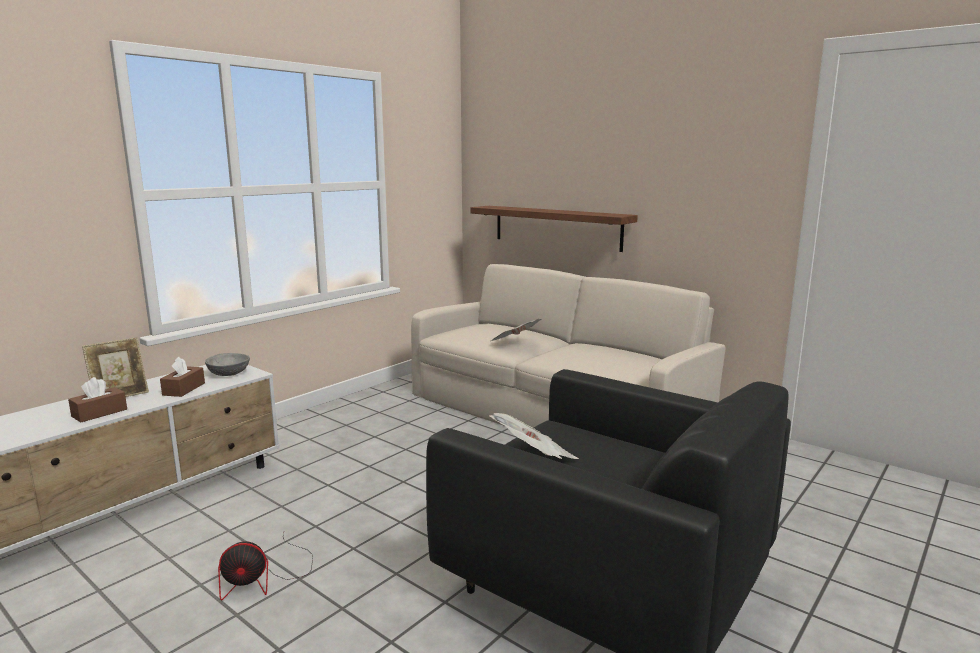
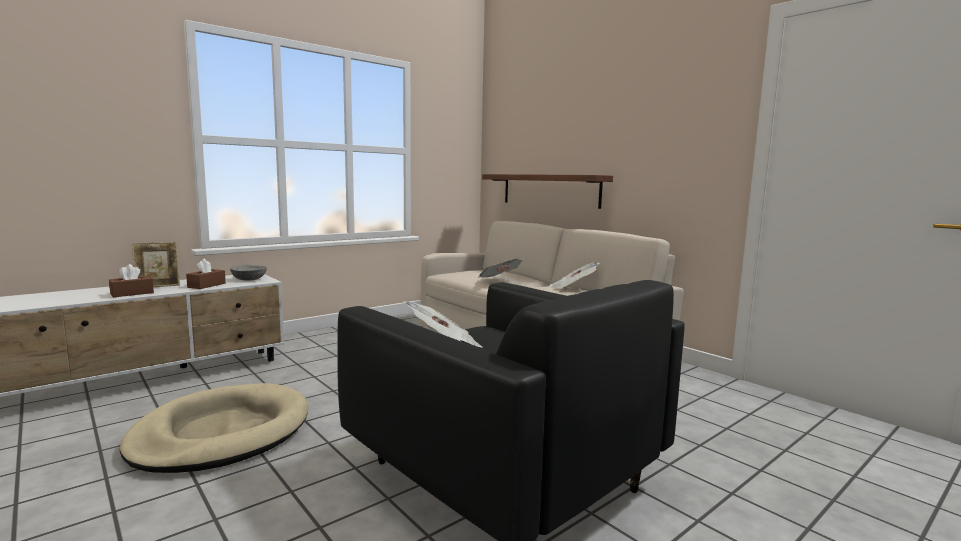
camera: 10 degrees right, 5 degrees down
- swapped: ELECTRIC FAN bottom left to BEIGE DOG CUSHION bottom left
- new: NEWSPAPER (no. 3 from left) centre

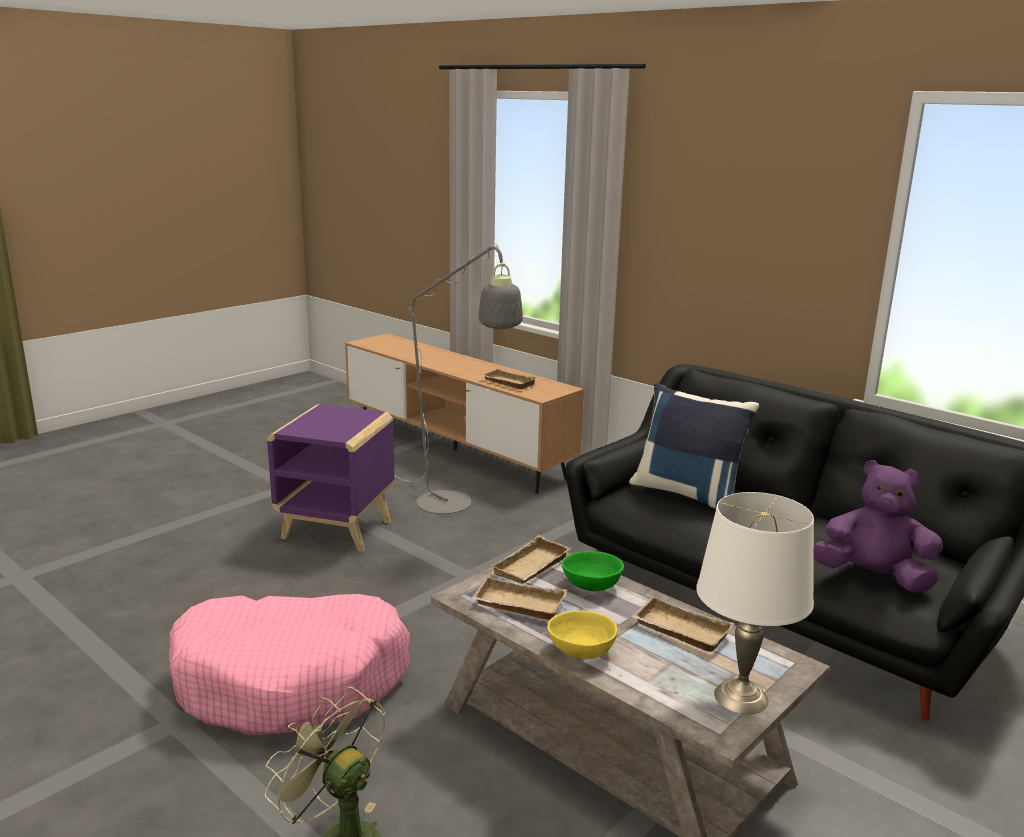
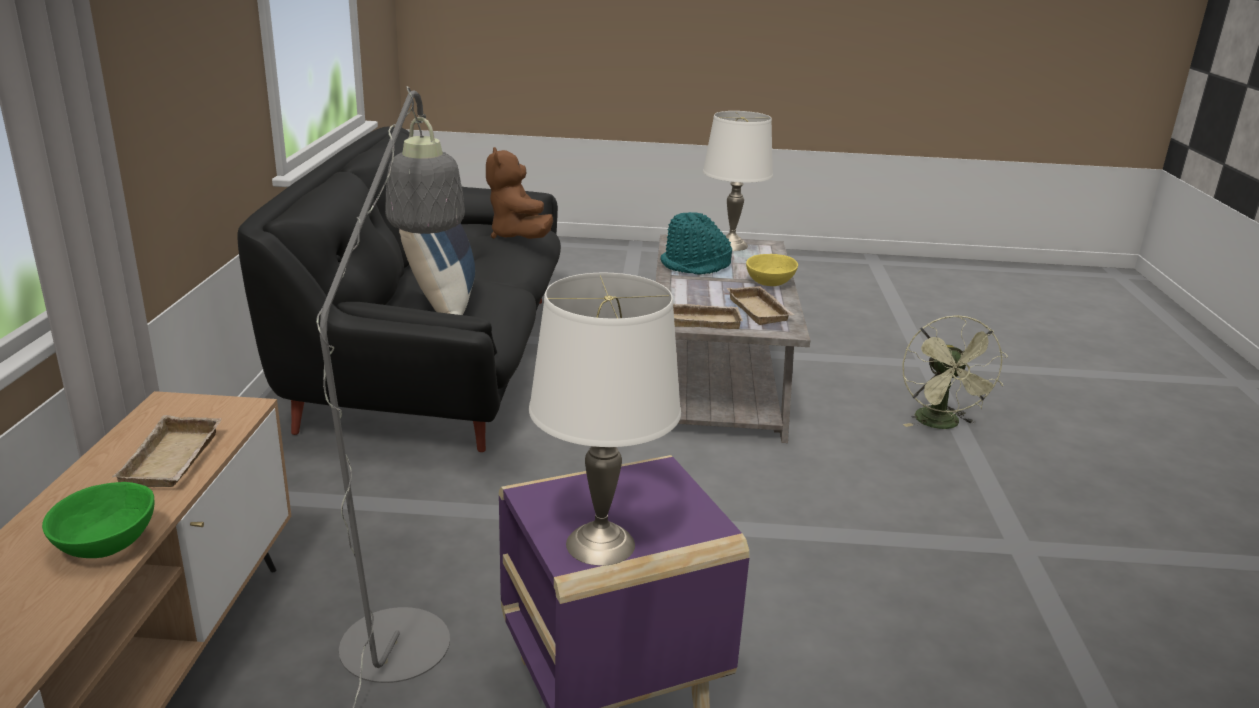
camera: 130 degrees left, 5 degrees up
- gone: PINK-COLOURED DOG CUSHION bottom left
- shifted: GREEN-COLOURED DEEP DISH bottom centre to bottom left
- swapped: BEIGE TRAY (no. 4 from left) bottom centre to TURQUOISE-COLOURED WEARABLE HAT centre
- repainted: PURPLE-COLOURED CUDDLY TOY middle right to BROWN CUDDLY TOY top centre
- new: WHITE-COLOURED TABLE LAMP (no. 1 from left) centre

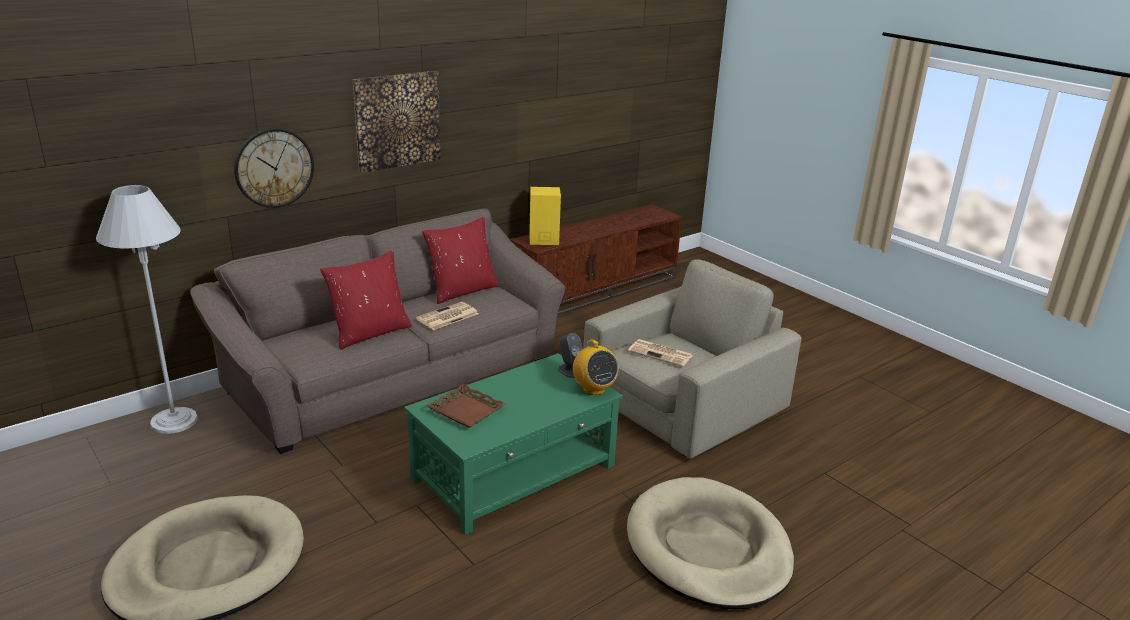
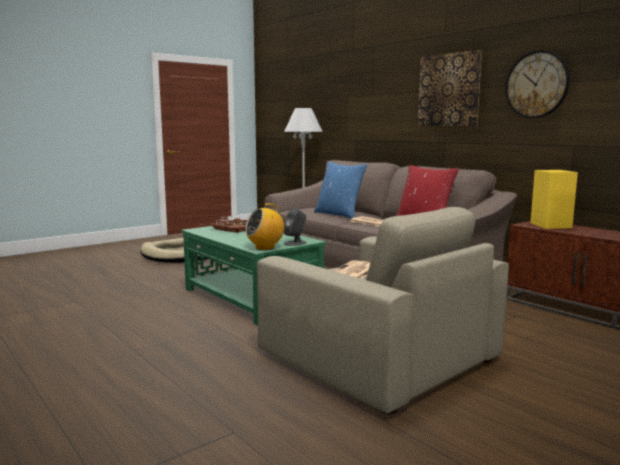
camera: 90 degrees right, 15 degrees down
- shifted: WALL CLOCK top left to top right
- repainted: RED PILLOW (no. 1 from left) middle left to BLUE-COLOURED PILLOW centre
- gone: BEIGE DOG CUSHION (no. 2 from left) bottom centre

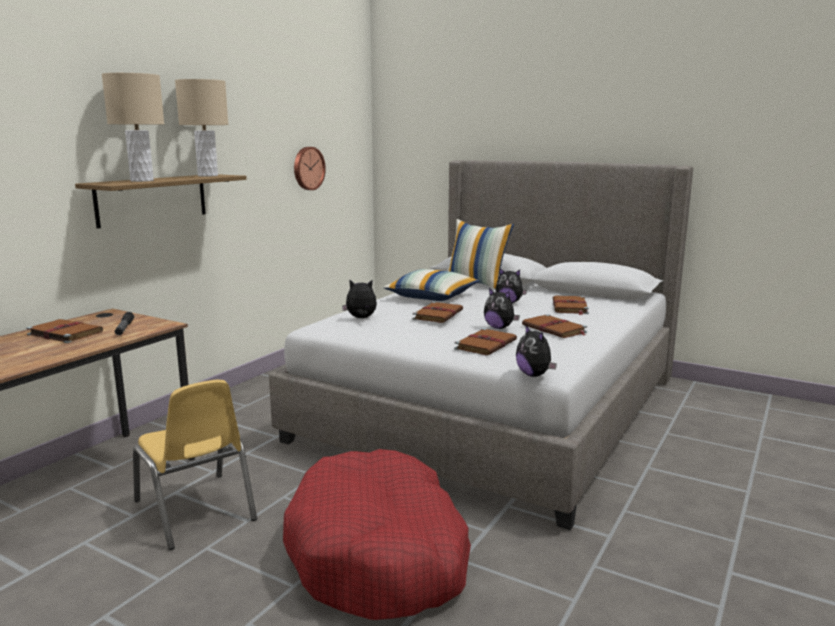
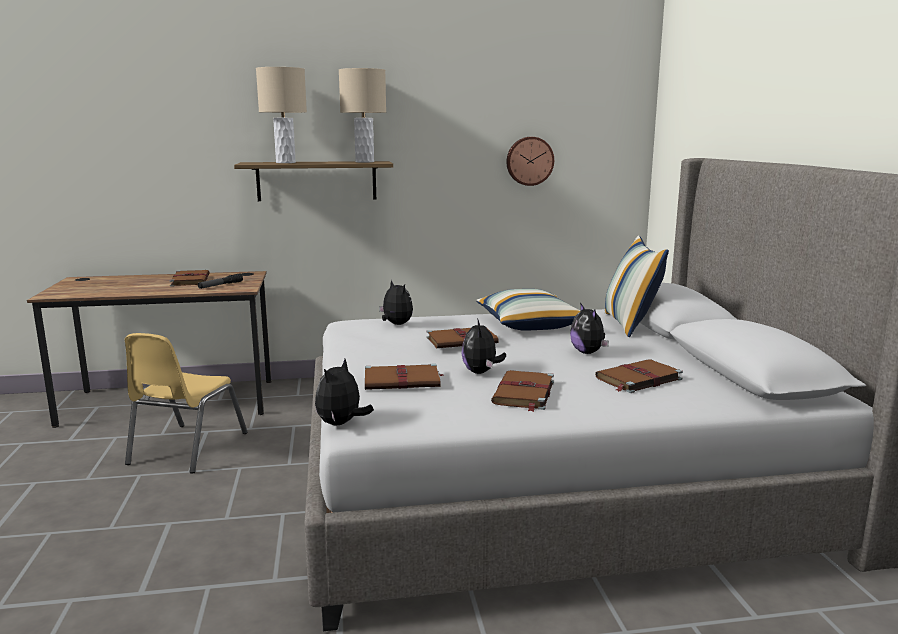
camera: 50 degrees right, 0 degrees up
- gone: RED DOG CUSHION bottom centre

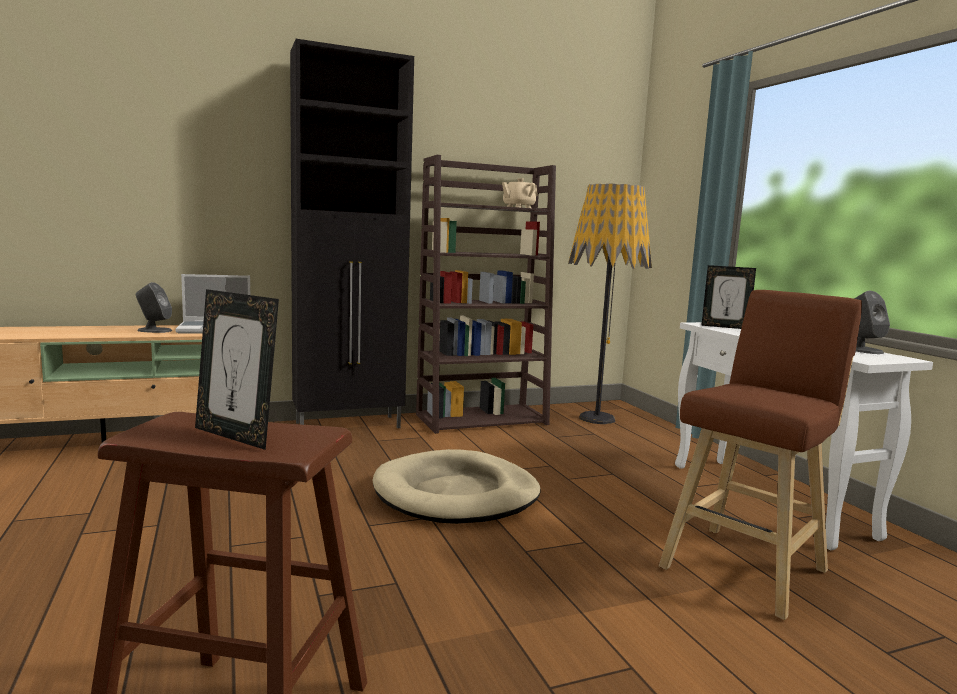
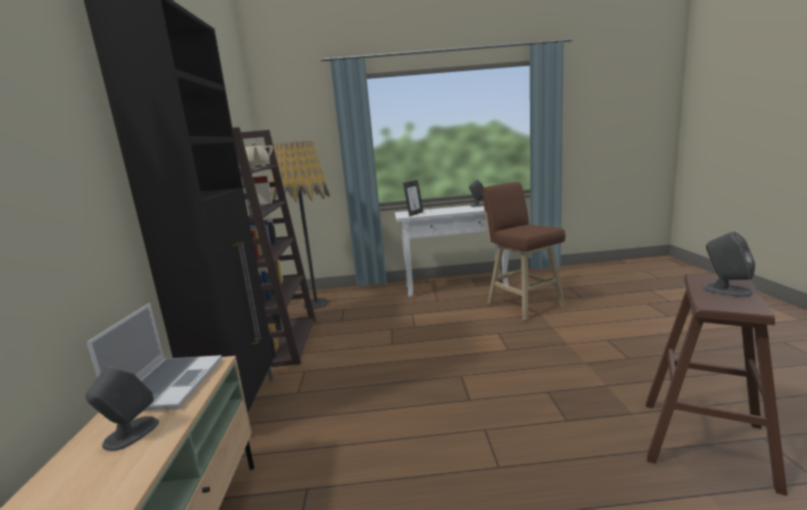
camera: 70 degrees left, 5 degrees up
- swapped: PHOTO FRAME (no. 1 from left) middle left to GREYISH LOUDSPEAKER (no. 3 from left) middle right
- gone: BEIGE DOG CUSHION bottom centre

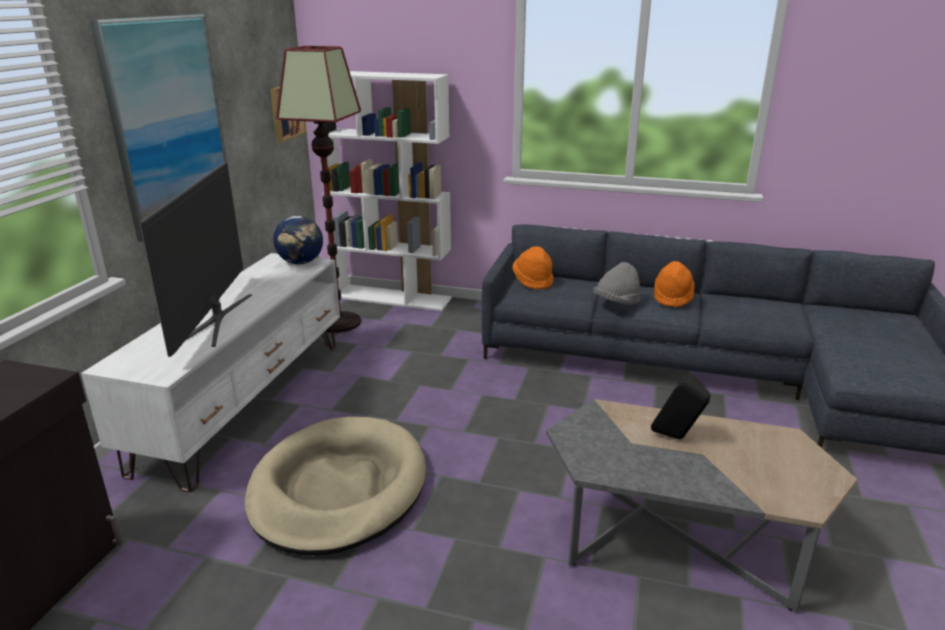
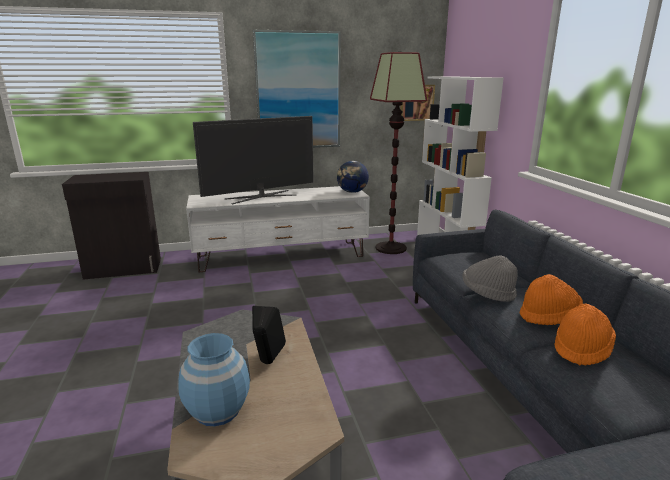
camera: 60 degrees right, 5 degrees down
- gone: BEIGE DOG CUSHION bottom centre
- shifted: ORANGE-COLOURED WEARABLE HAT (no. 1 from left in the first image) centre to ORANGE-COLOURED WEARABLE HAT (no. 2 from left) bottom right
- new: BLUE-COLOURED VASE bottom left

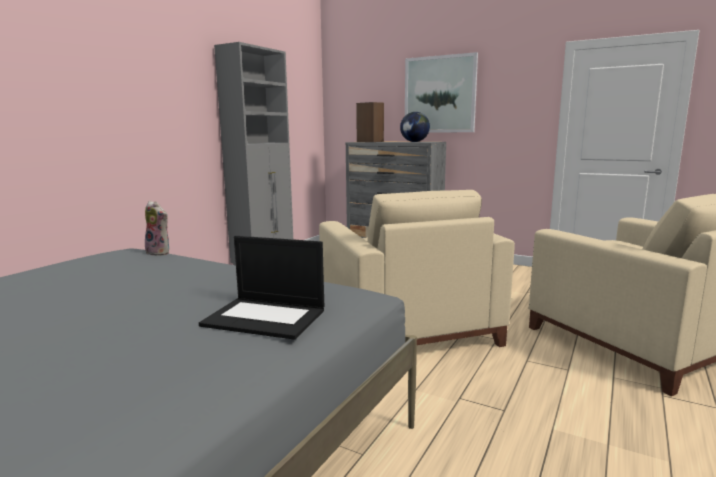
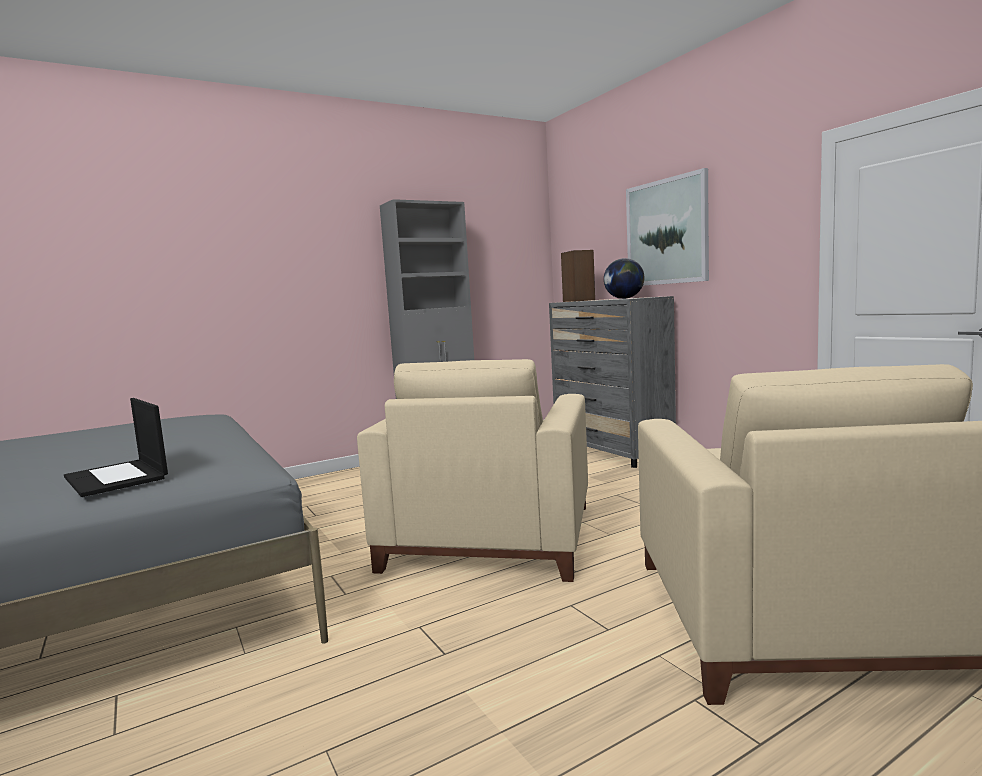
camera: 30 degrees right, 5 degrees down
- gone: CUDDLY TOY middle left

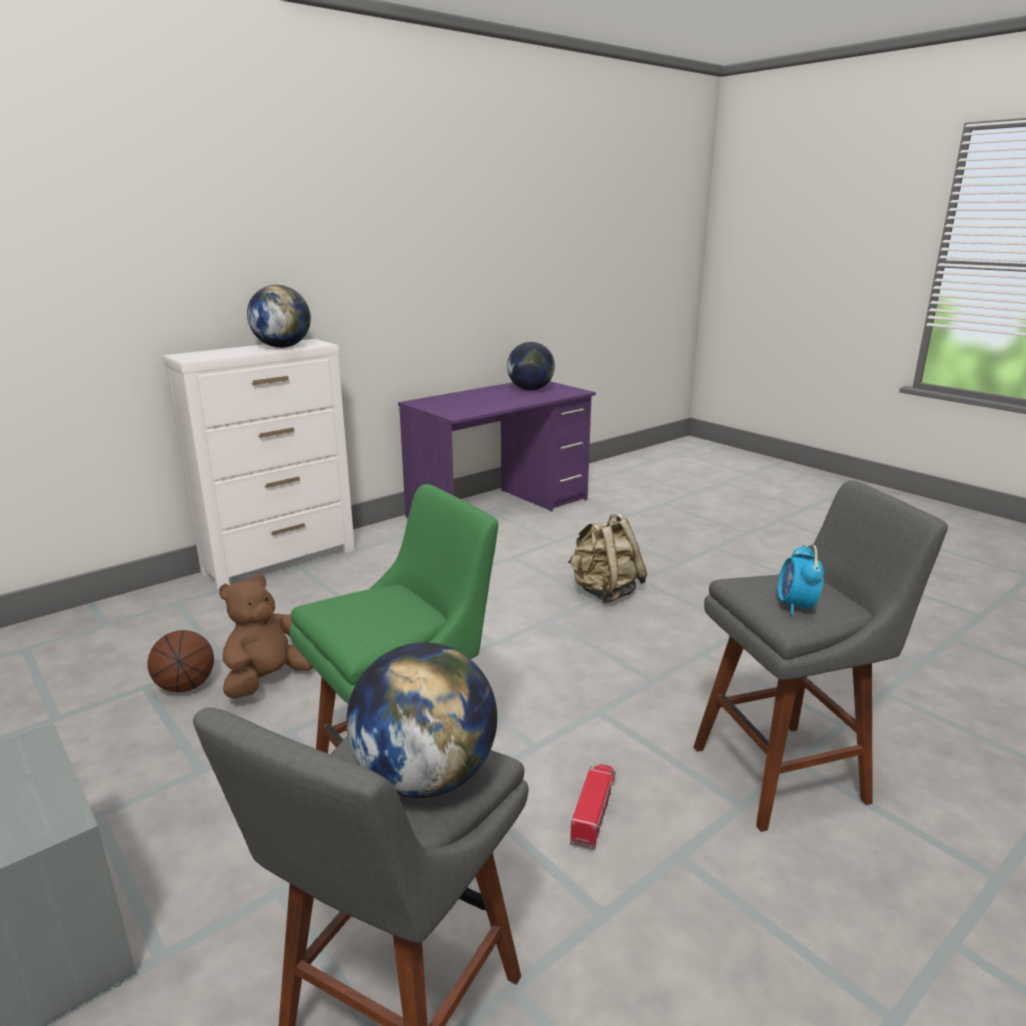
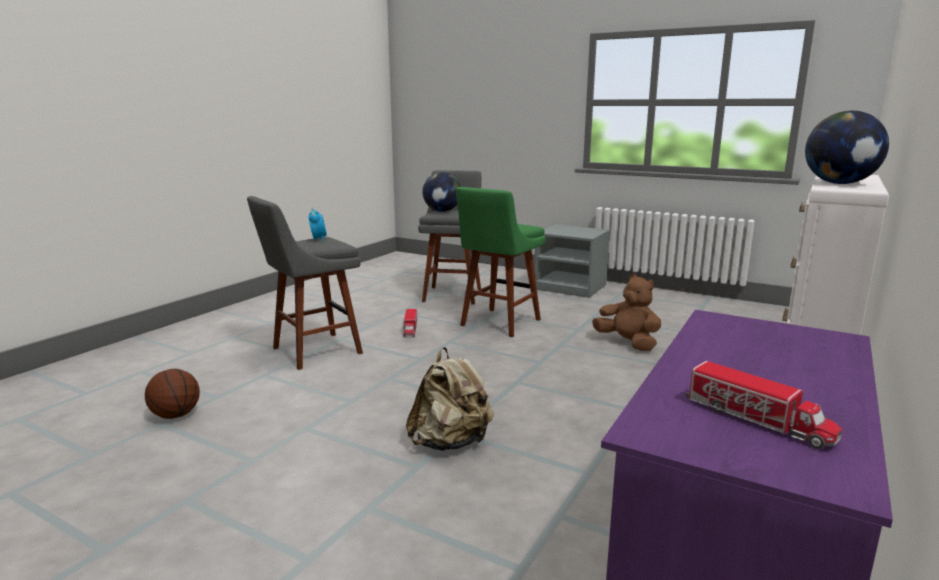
camera: 160 degrees right, 5 degrees down
- shifted: BASKETBALL BALL middle left to bottom left
- rotated: BROWN CUDDLY TOY middle left = middle right 60 degrees counterclockwise
- swapped: WORLD GLOBE (no. 3 from left) centre to TOY LORRY (no. 2 from left) bottom right

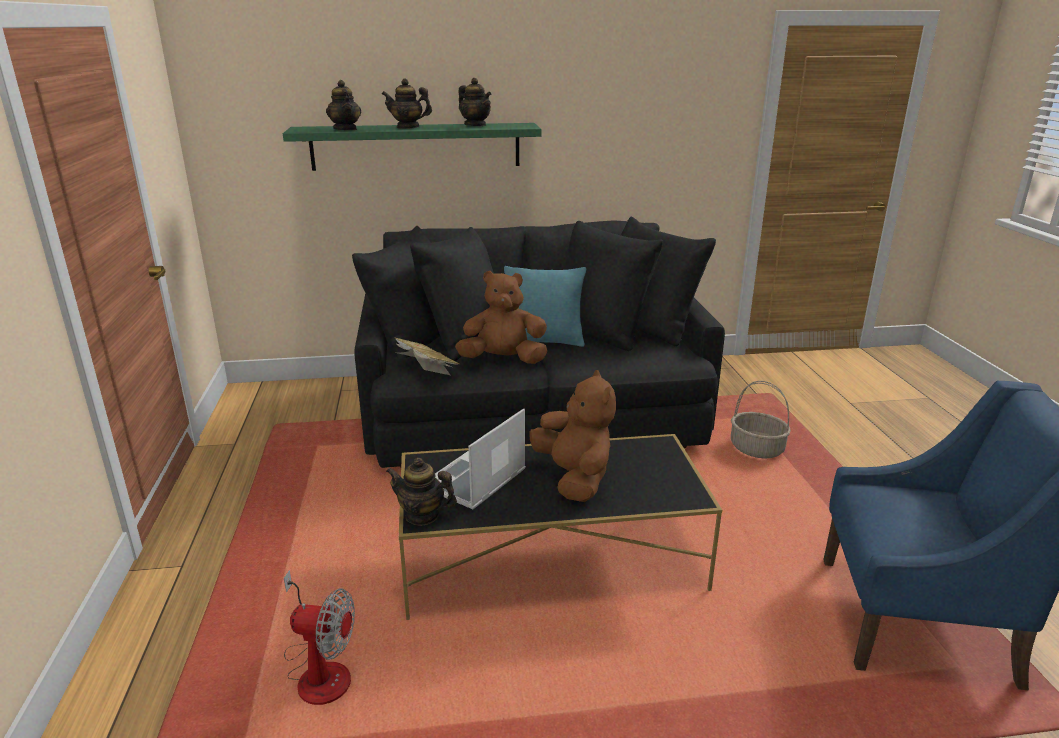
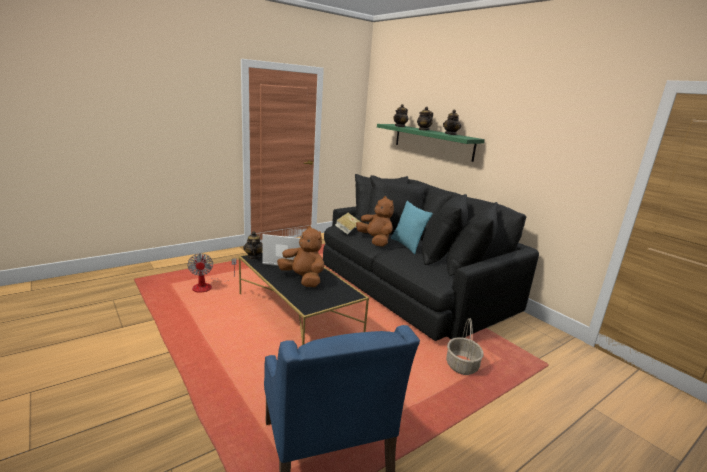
camera: 60 degrees right, 5 degrees down
- rotated: BROWN CUDDLY TOY (no. 2 from left in the first image) centre = centre 90 degrees counterclockwise

